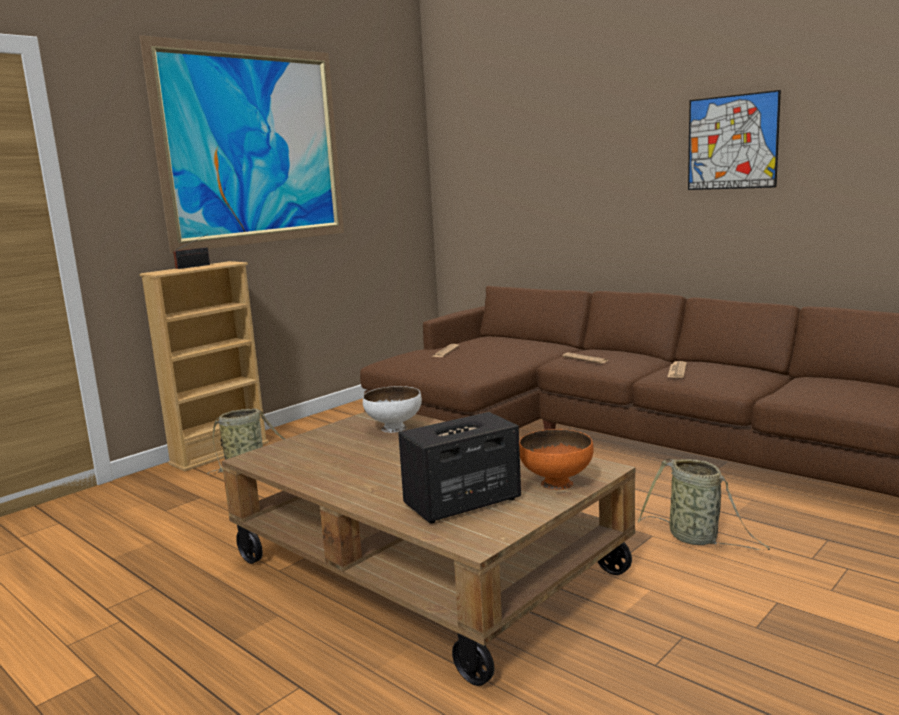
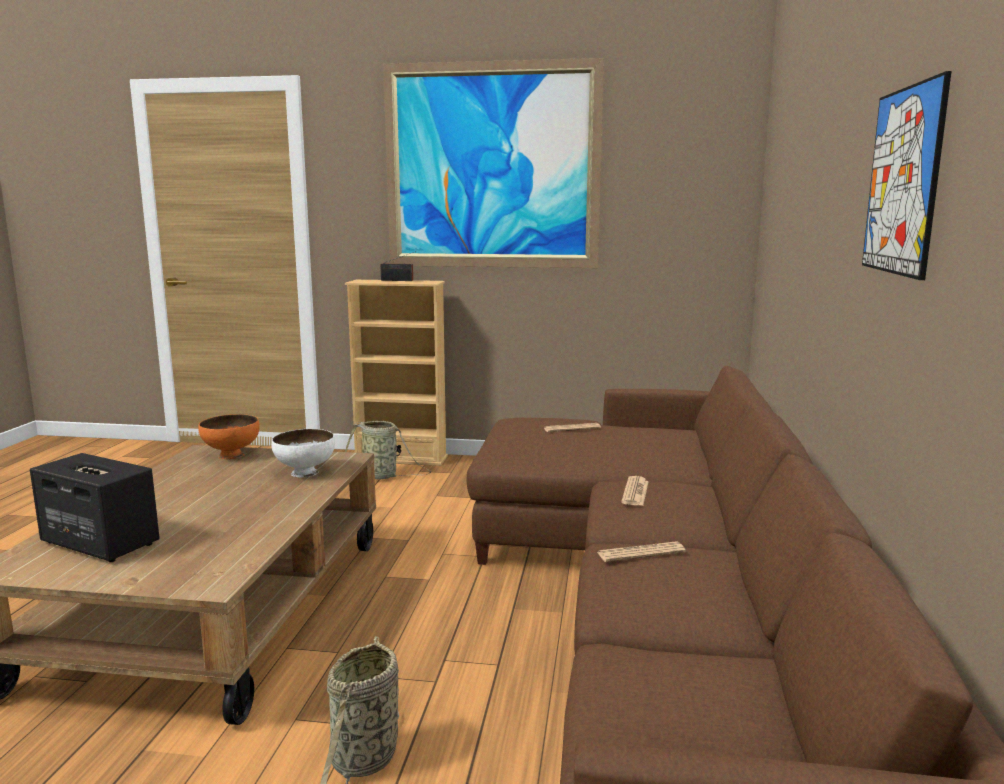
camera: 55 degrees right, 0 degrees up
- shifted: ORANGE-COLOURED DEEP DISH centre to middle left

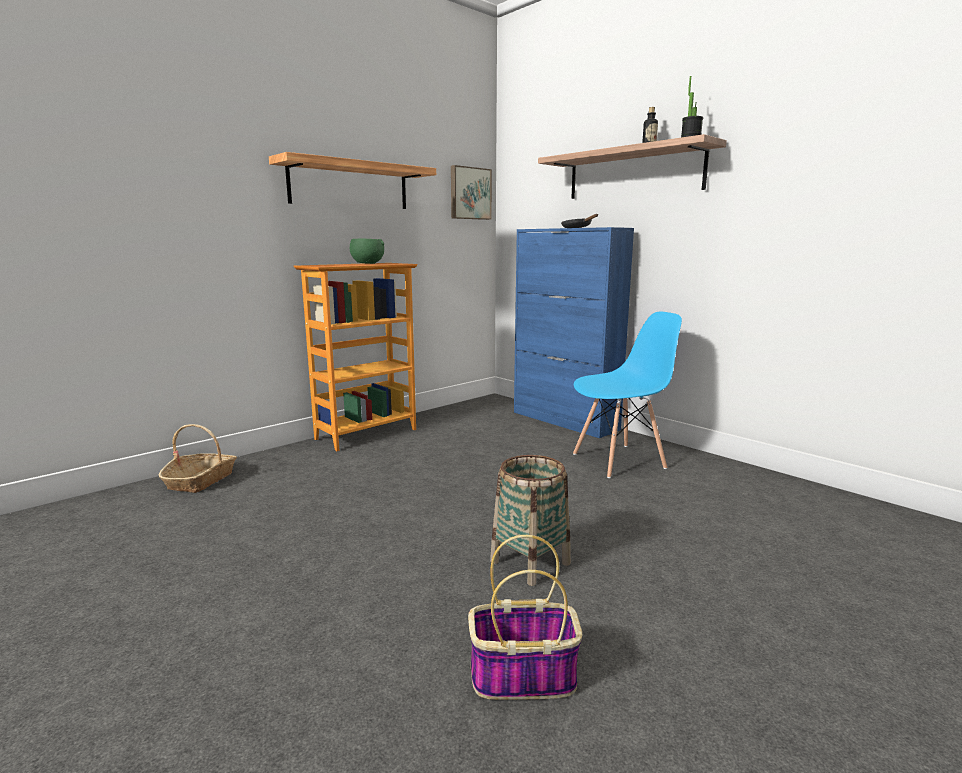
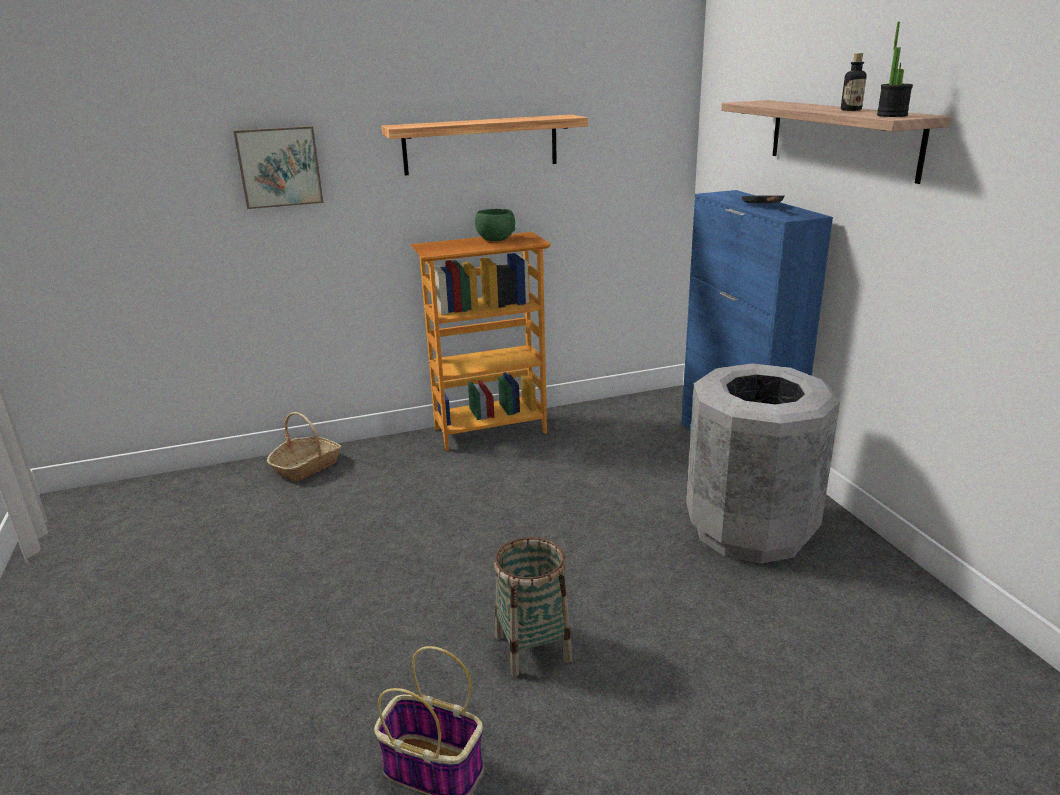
camera: 25 degrees right, 10 degrees up
- shifted: PICTURE top centre to top left
- swapped: BLUE-COLOURED PLAIN CHAIR centre to GREYISH TRASH CAN middle right

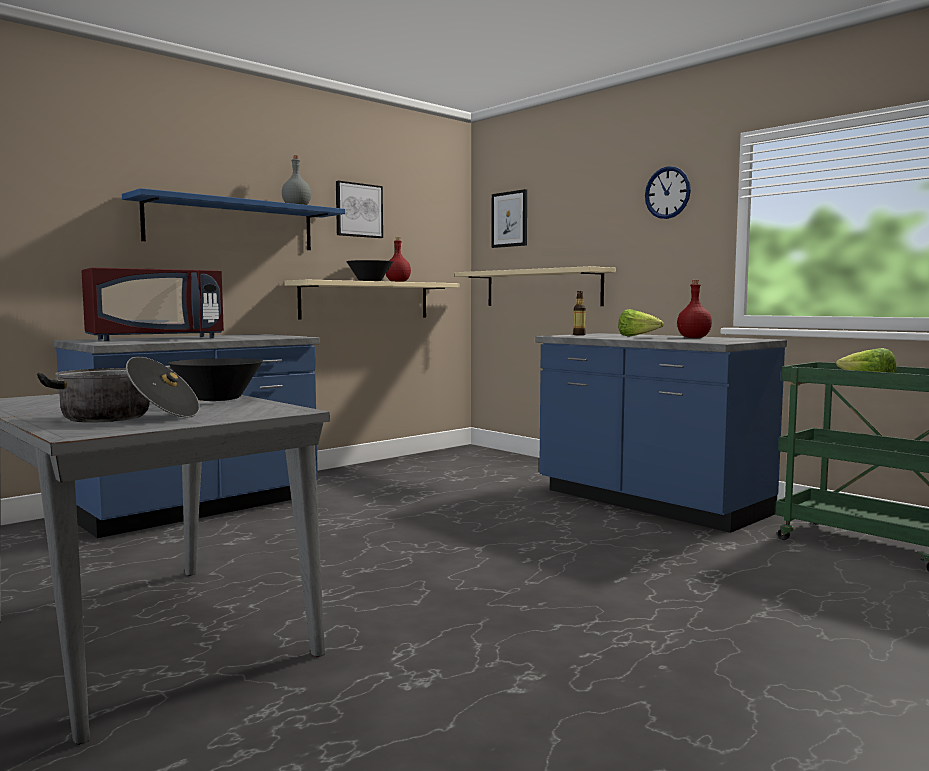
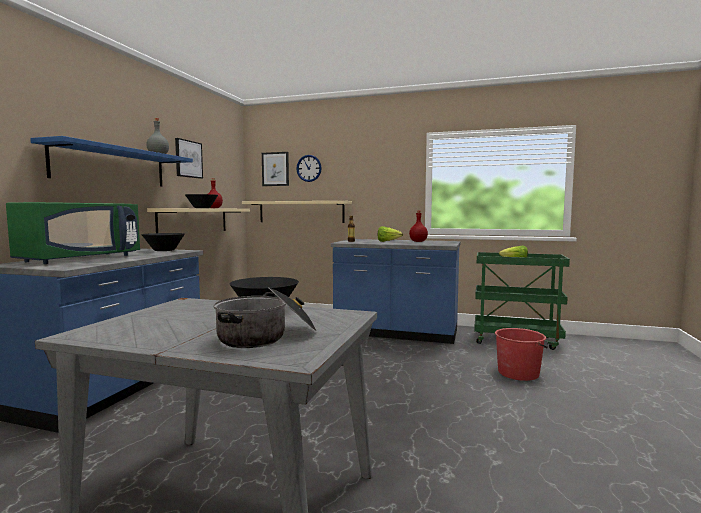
camera: 30 degrees left, 0 degrees up
- repainted: RED MICROWAVE OVEN middle left to GREEN-COLOURED MICROWAVE OVEN middle left
- shifted: WALL CLOCK top right to top centre
- new: BLACK DEEP DISH (no. 1 from left) middle left
- new: RED WATER BUCKET bottom right

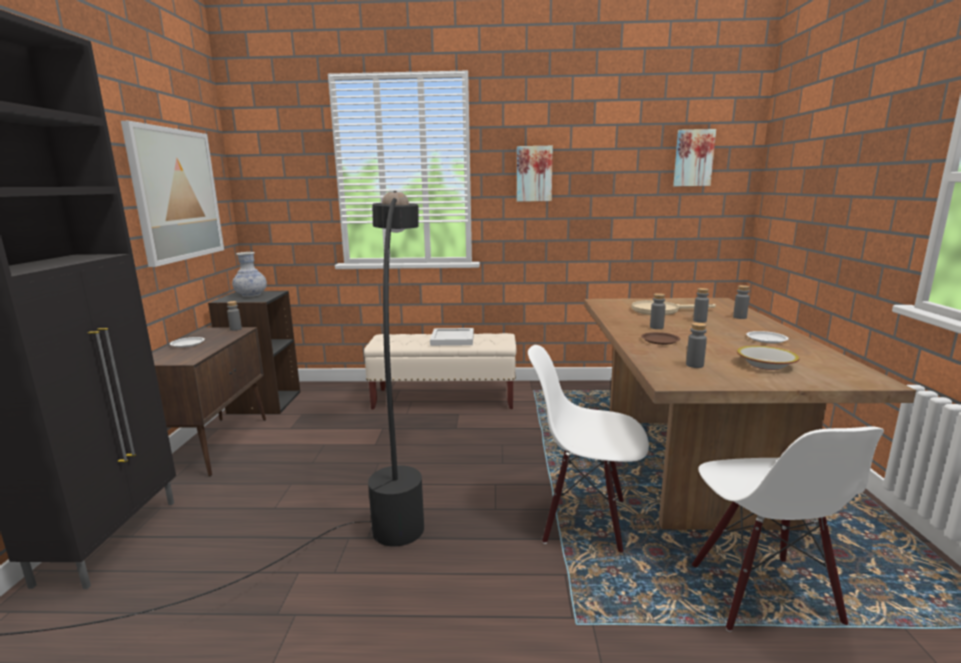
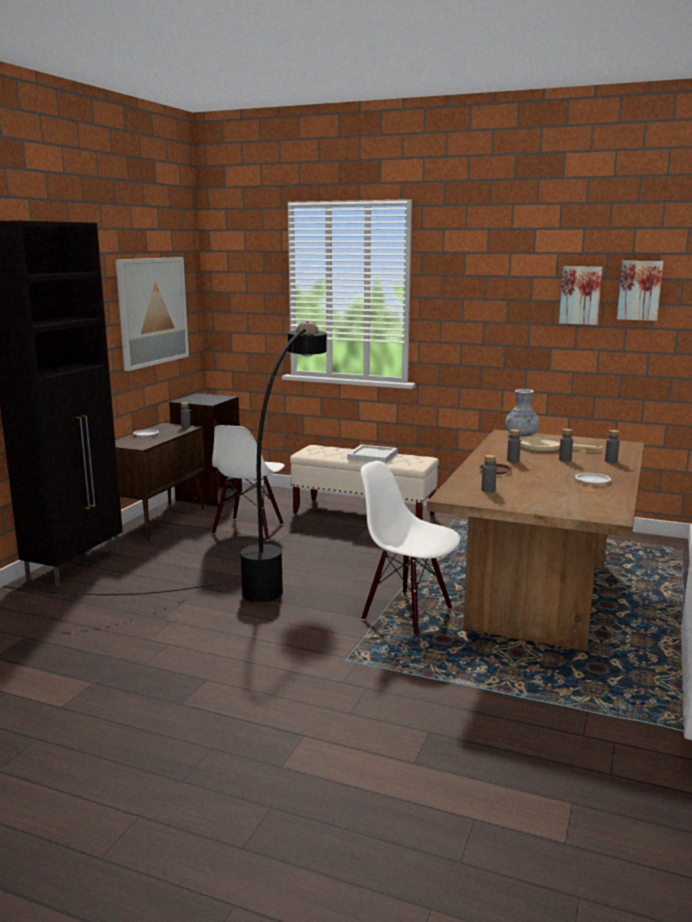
camera: 20 degrees right, 0 degrees up
- shifted: VASE middle left to middle right
- shifted: PICTURE (no. 2 from left) top centre to top right
- shifted: WHITE-COLOURED PLAIN CHAIR (no. 2 from left in the first image) bottom right to WHITE-COLOURED PLAIN CHAIR (no. 1 from left) centre
- gone: DEEP DISH middle right

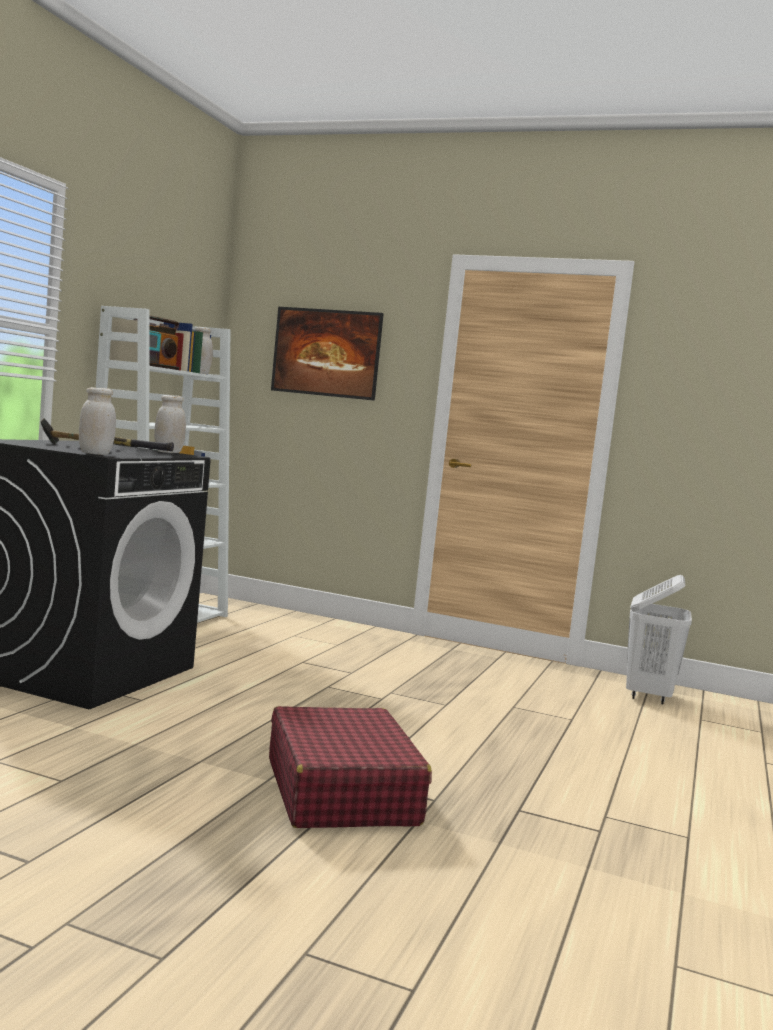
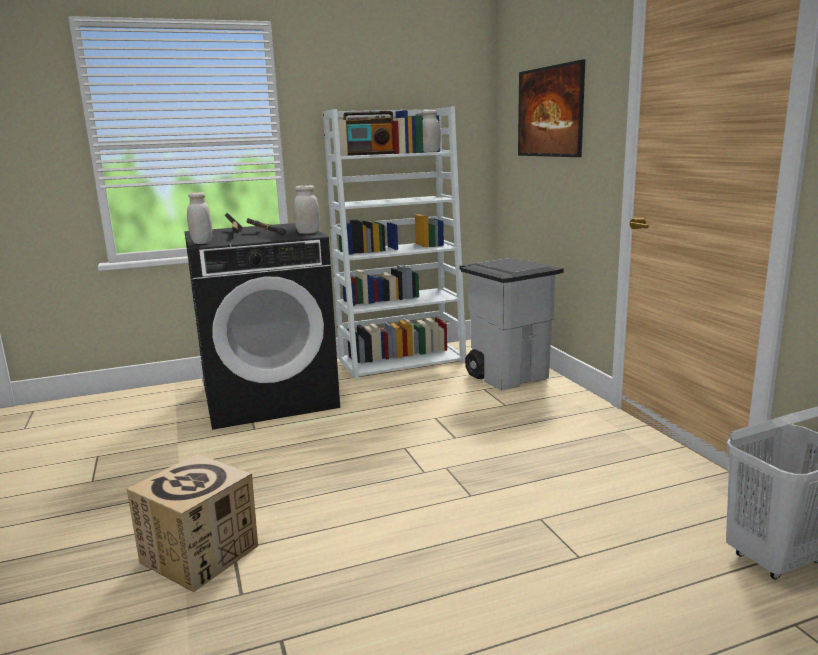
camera: 50 degrees right, 10 degrees up
- swapped: RED SUITCASE bottom centre to PACKING BOX bottom left
- new: GREYISH TRASH CAN centre

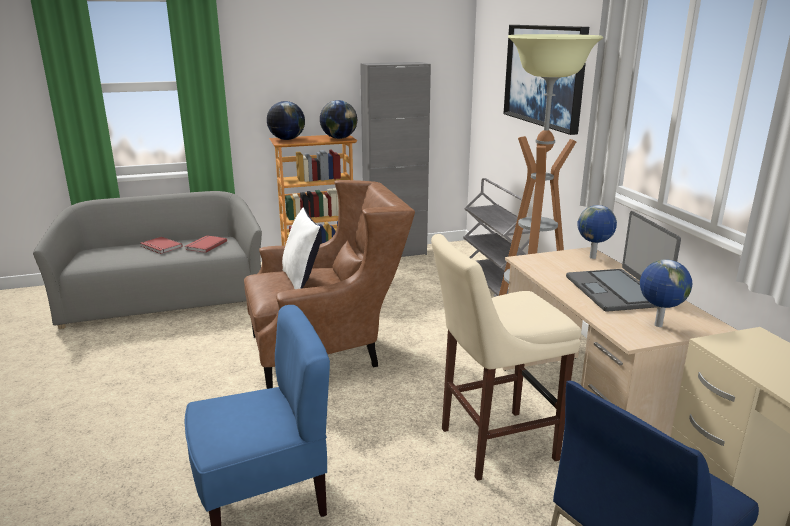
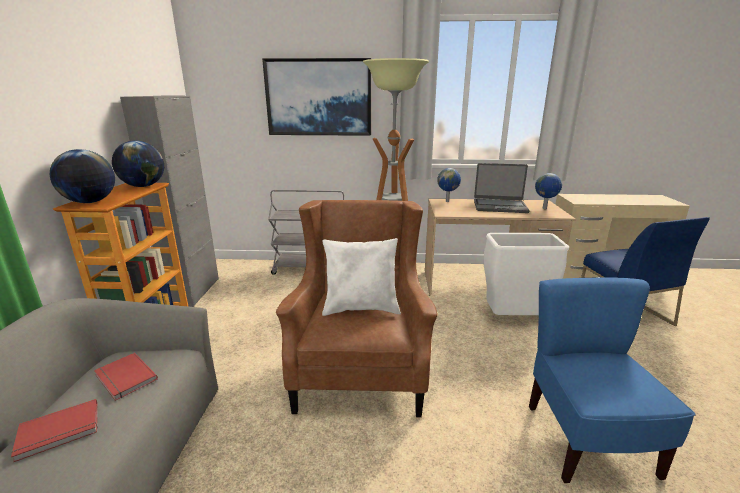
camera: 70 degrees left, 0 degrees up
- swapped: BEIGE SITTING STOOL bottom centre to WHITE-COLOURED TRASH CAN middle right

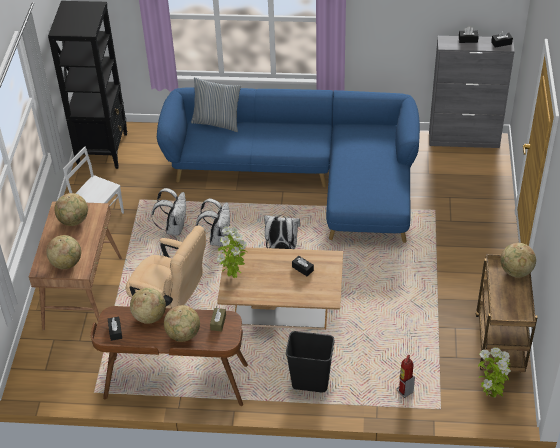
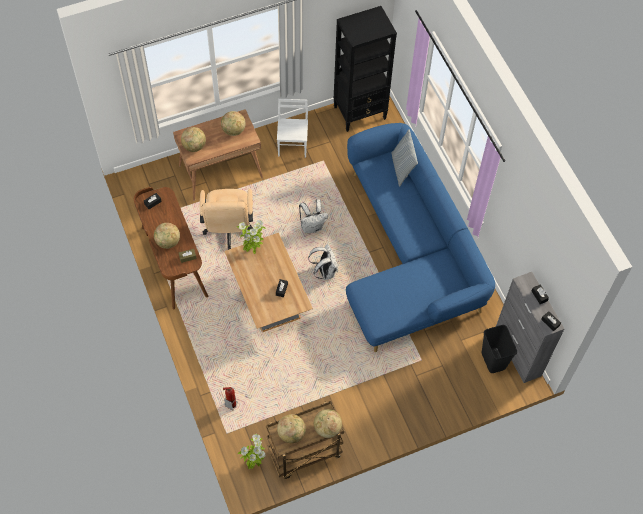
camera: 60 degrees right, 15 degrees up
- shifted: WORLD GLOBE (no. 3 from left in the first image) bottom left to WORLD GLOBE (no. 4 from left) bottom centre
- gone: WHITE-COLOURED KNAPSACK (no. 1 from left) middle left
- shifted: BLACK TRASH CAN bottom centre to bottom right

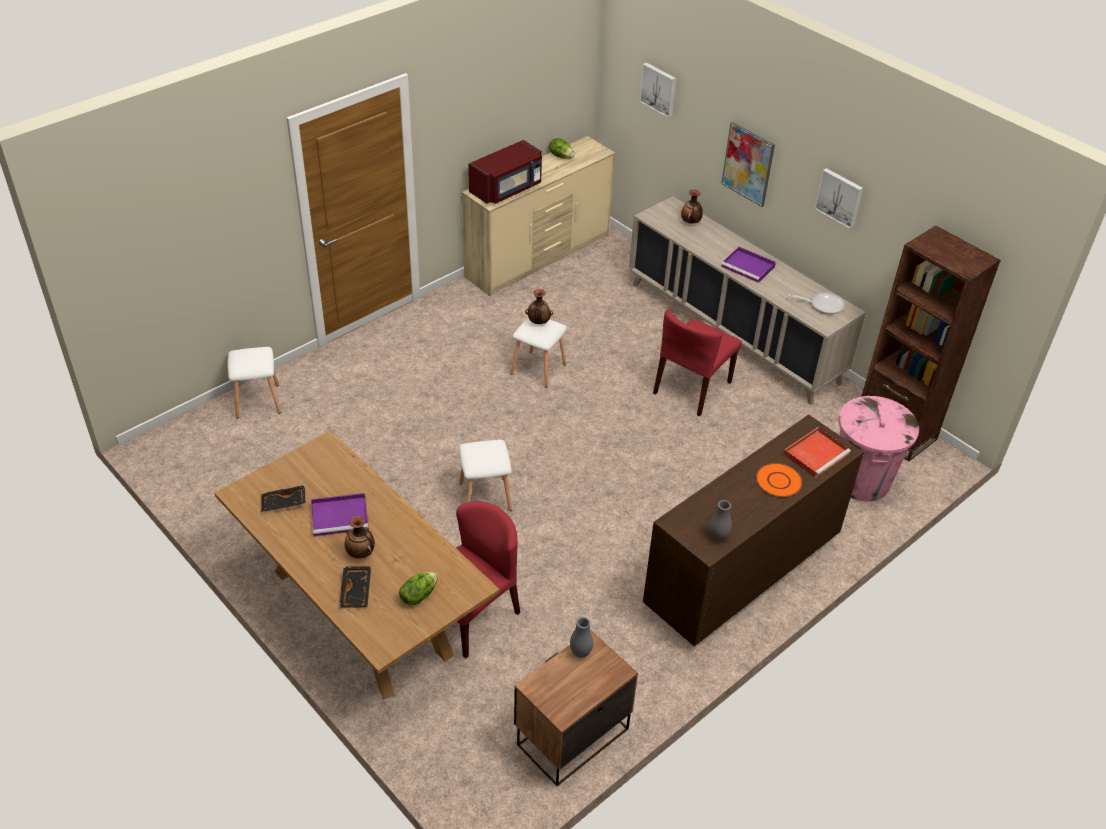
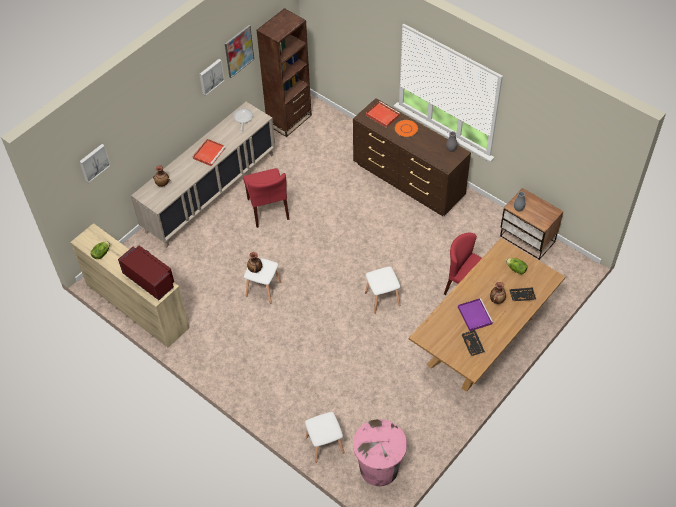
camera: 95 degrees left, 10 degrees up
- rotated: RED PLAIN CHAIR (no. 2 from left in the first image) centre = centre 45 degrees clockwise
- shifted: PICTURE (no. 2 from left in the first image) top right to PICTURE (no. 3 from left) top centre
- repainted: PURPLE-COLOURED TRAY (no. 2 from left) top right to RED TRAY (no. 1 from left) top left
- shifted: PINK-COLOURED TRASH CAN middle right to bottom centre

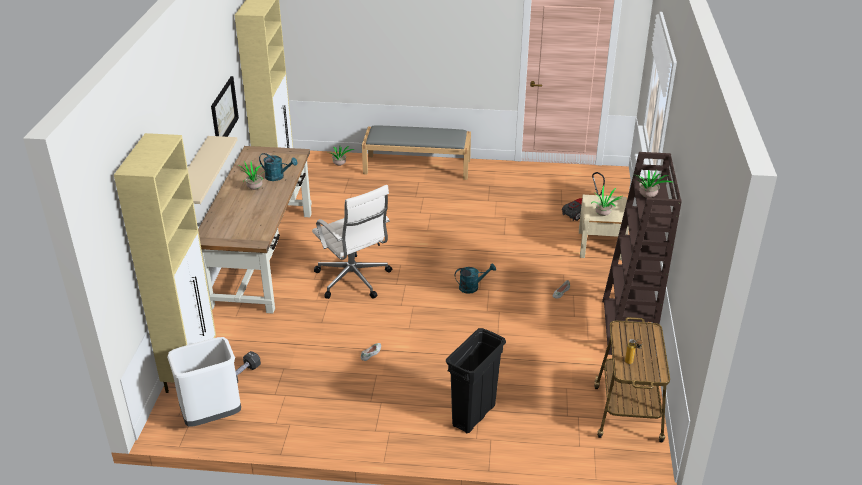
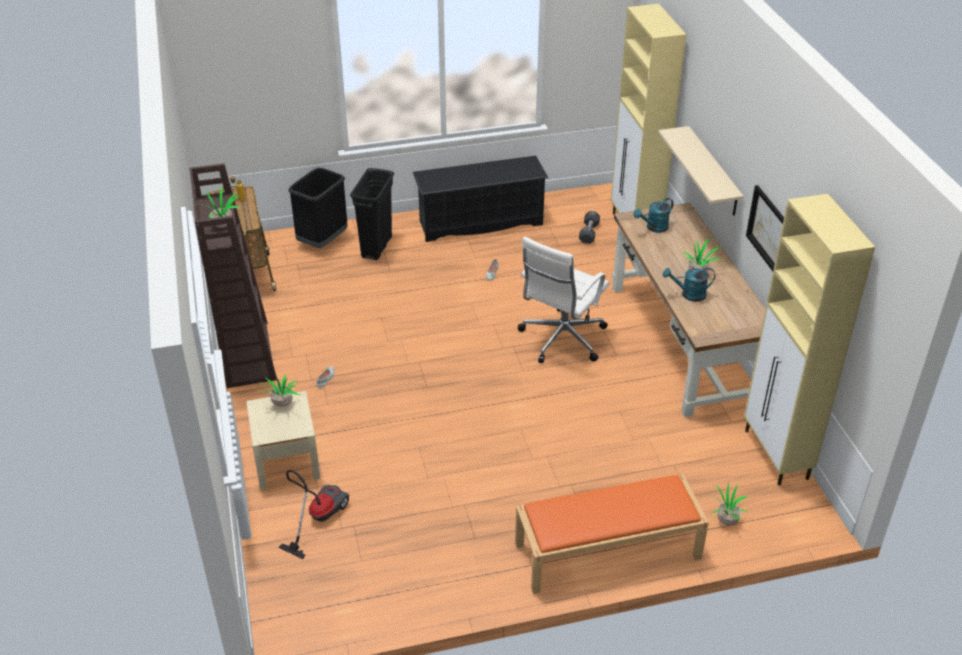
camera: 160 degrees right, 5 degrees up
- gone: WHITE-COLOURED TRASH CAN bottom left
- rotated: WHITE-COLOURED DESK CHAIR centre = centre 90 degrees counterclockwise
- repainted: GREYISH LONG SEAT top centre to ORANGE-COLOURED LONG SEAT bottom centre
- shifted: TURQUOISE-COLOURED WATERING CAN (no. 2 from left in the first image) centre to TURQUOISE-COLOURED WATERING CAN (no. 1 from left) top right
- new: BLACK TRASH CAN (no. 1 from left) top left
- new: BLACK SHOE STAND top centre

